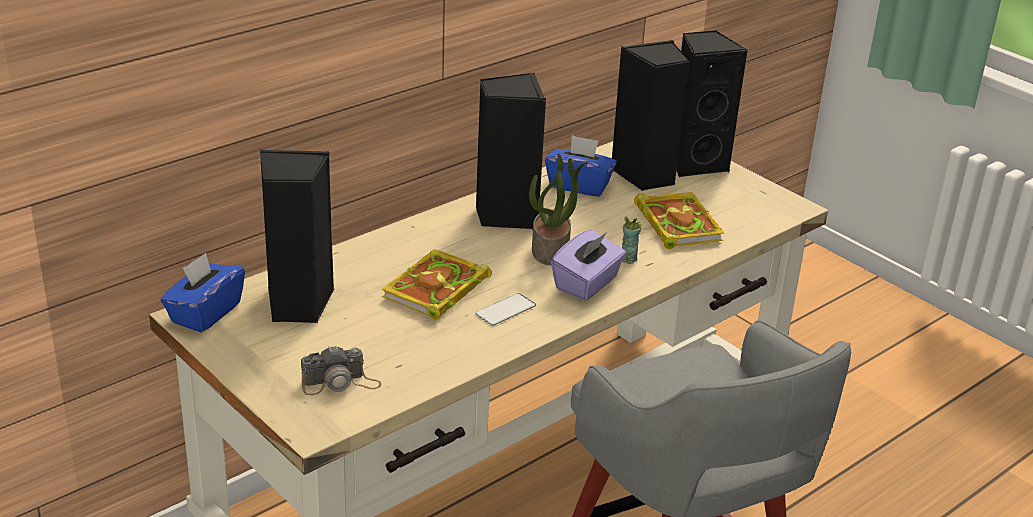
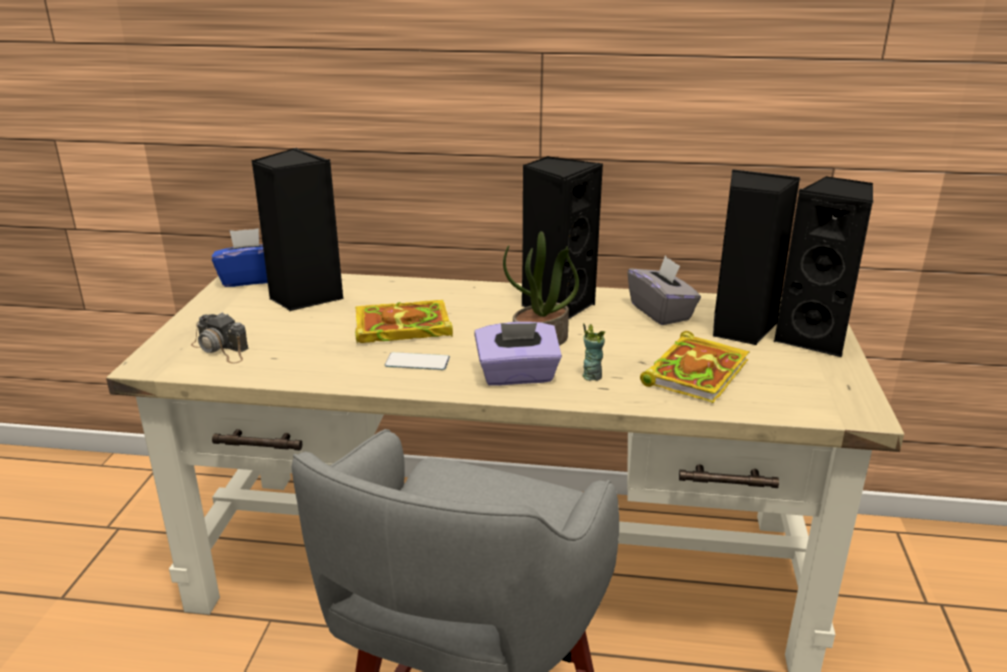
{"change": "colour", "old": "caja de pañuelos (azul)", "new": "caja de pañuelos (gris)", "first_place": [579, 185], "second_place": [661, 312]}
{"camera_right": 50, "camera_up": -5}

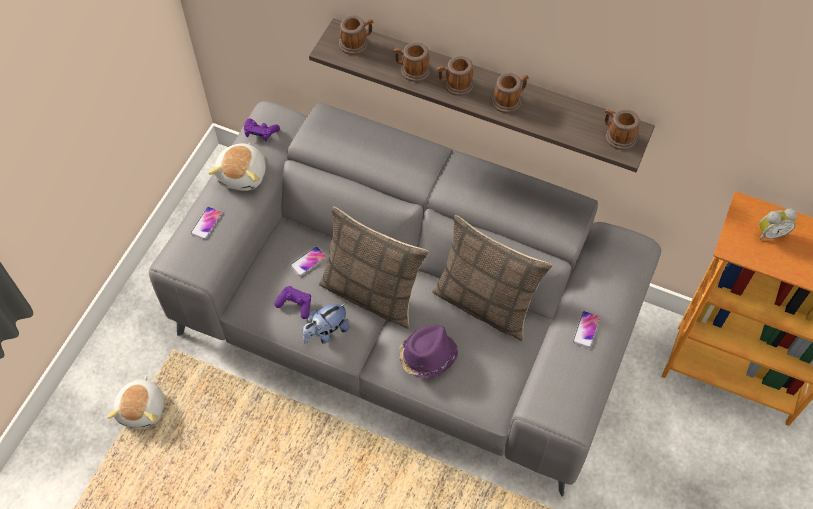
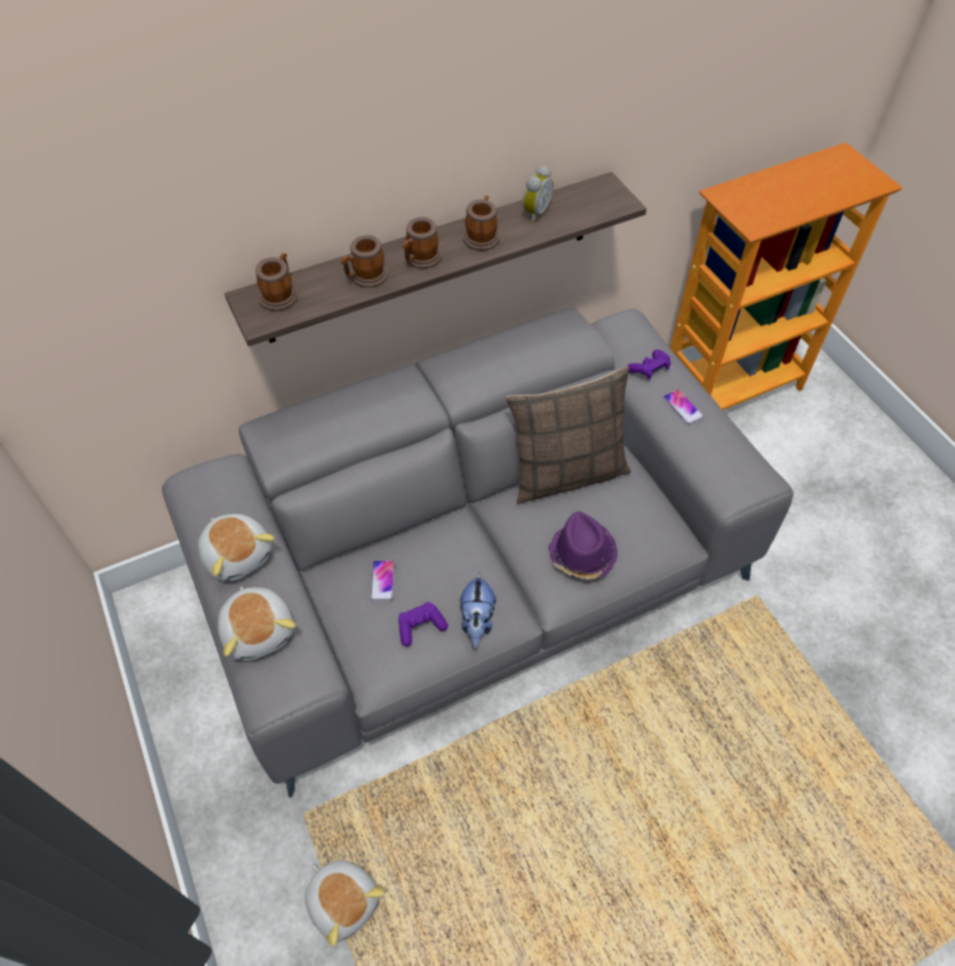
{"change": "exchanged", "old": "móvil", "new": "peluche", "first_place": [206, 223], "second_place": [259, 630]}
{"change": "relocated", "old": "mando de consola (morado)", "first_place": [260, 133], "second_place": [649, 369]}
{"change": "missing", "old": "cojín", "first_place": [372, 293]}
{"change": "missing", "old": "taza grande", "first_place": [617, 136]}
{"change": "relocated", "old": "despertador", "first_place": [770, 233], "second_place": [534, 213]}
{"camera_right": -50, "camera_up": -5}

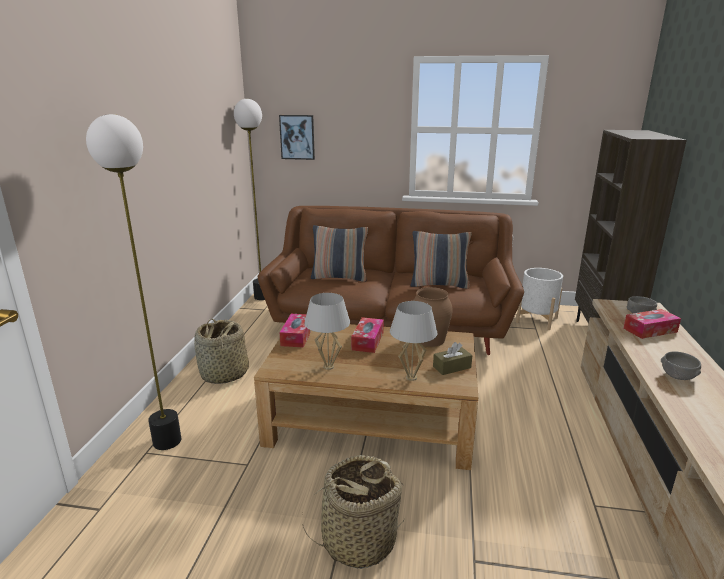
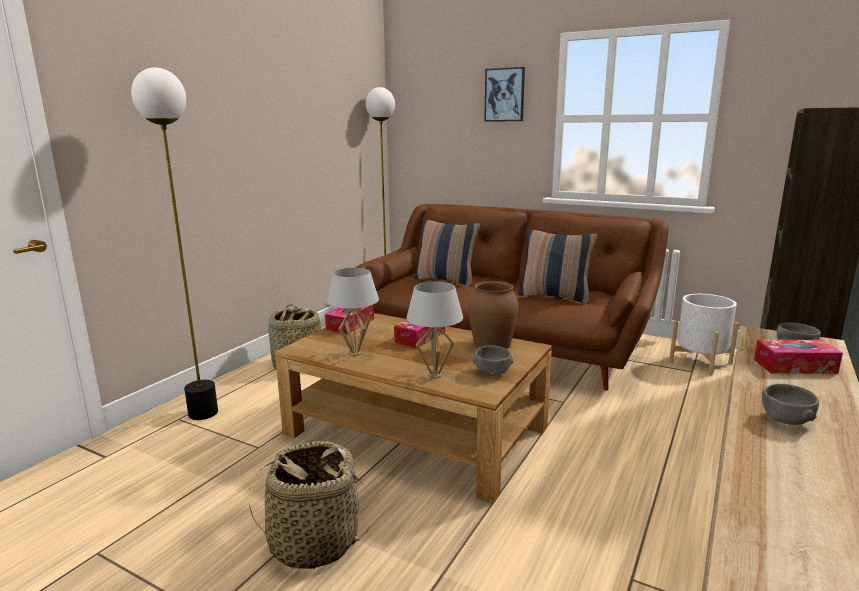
{"change": "relocated", "old": "cuadro", "first_place": [297, 137], "second_place": [504, 95]}
{"change": "exchanged", "old": "caja de pañuelos (marrón)", "new": "cuenco (gris)", "first_place": [452, 367], "second_place": [492, 373]}
{"camera_right": 20, "camera_up": -5}

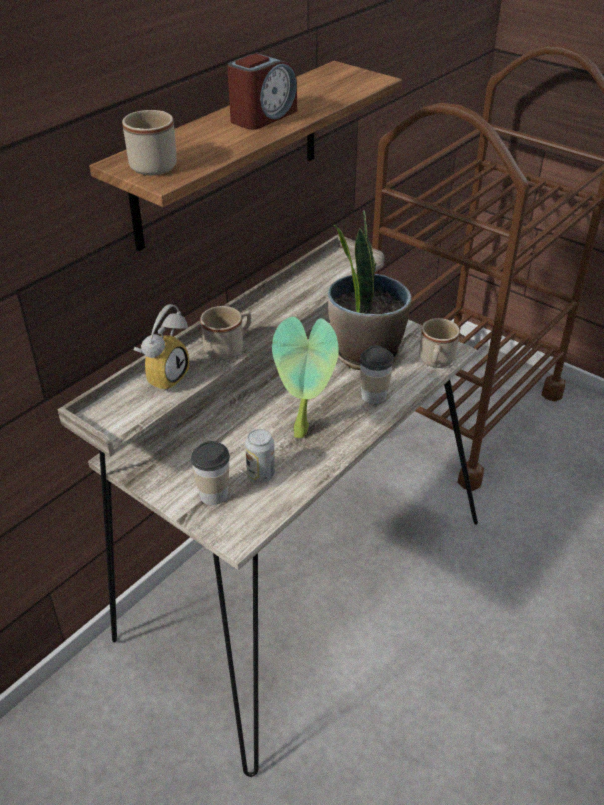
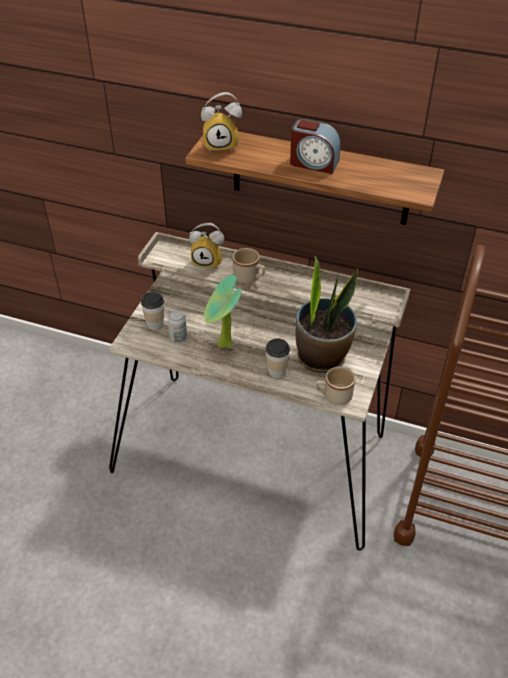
{"change": "exchanged", "old": "taza grande (beis)", "new": "despertador", "first_place": [156, 163], "second_place": [222, 145]}
{"camera_right": 70, "camera_up": 5}

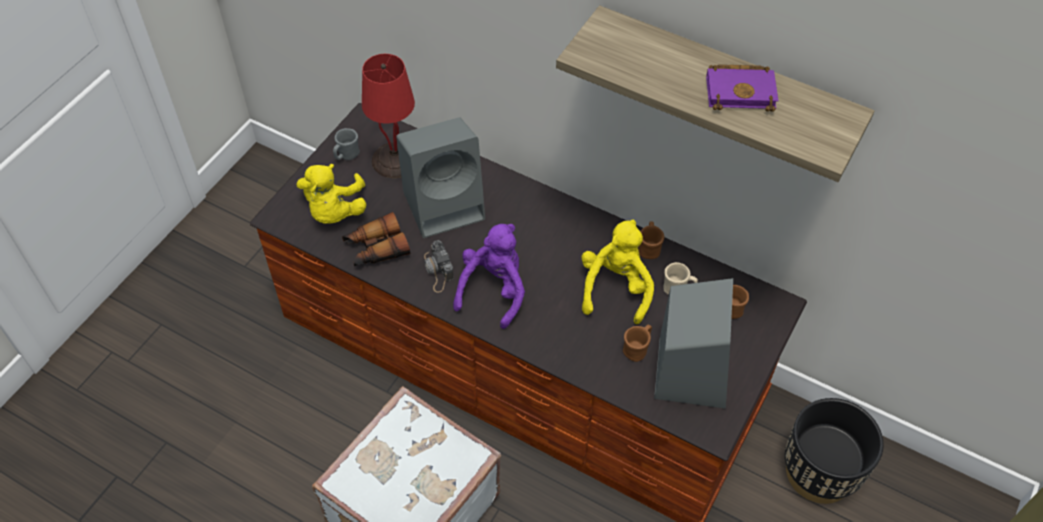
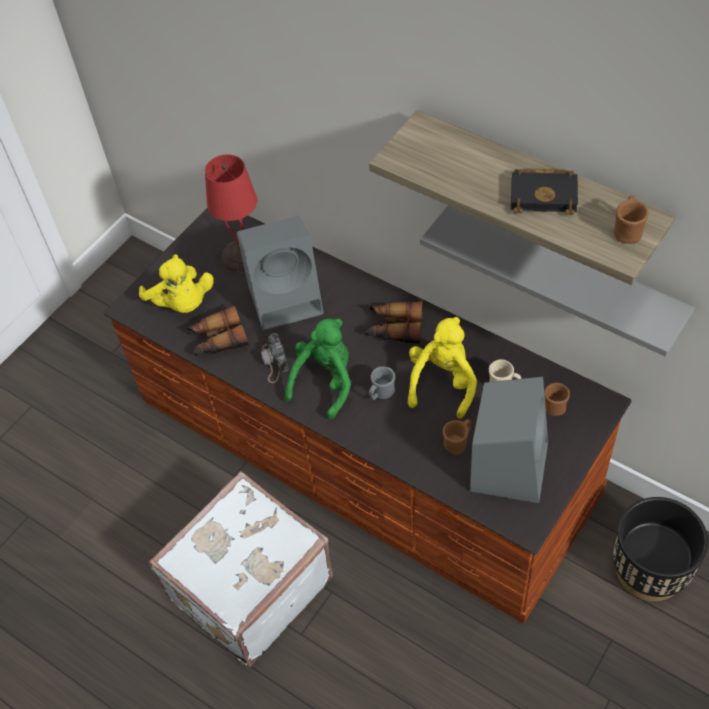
{"change": "spun", "old": "peluche (amarillo)", "first_place": [334, 211], "second_place": [182, 303], "degrees": -45}
{"change": "relocated", "old": "taza grande (gris)", "first_place": [346, 155], "second_place": [381, 393]}
{"change": "colour", "old": "peluche (morado)", "new": "peluche (verde)", "first_place": [493, 290], "second_place": [325, 382]}
{"change": "relocated", "old": "taza grande (marrón)", "first_place": [649, 248], "second_place": [627, 231]}
{"change": "colour", "old": "libro (morado)", "new": "libro (negro)", "first_place": [742, 91], "second_place": [545, 194]}
{"change": "appeared", "new": "prismáticos", "second_place": [395, 328]}
{"change": "appeared", "new": "estante (gris)", "second_place": [564, 275]}
{"camera_right": 10, "camera_up": 0}

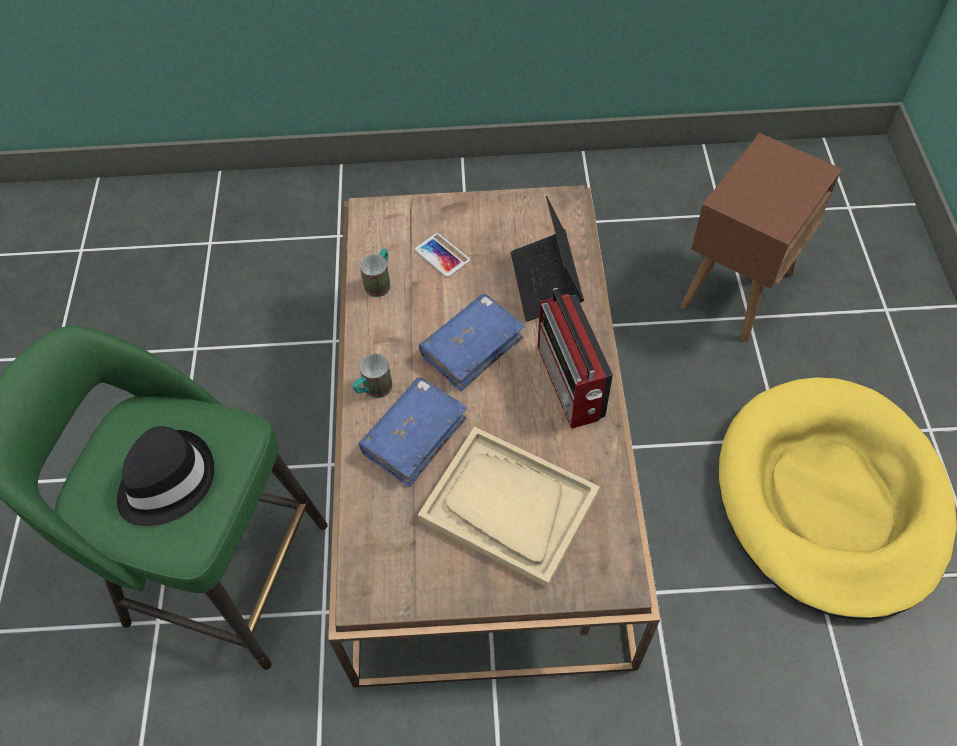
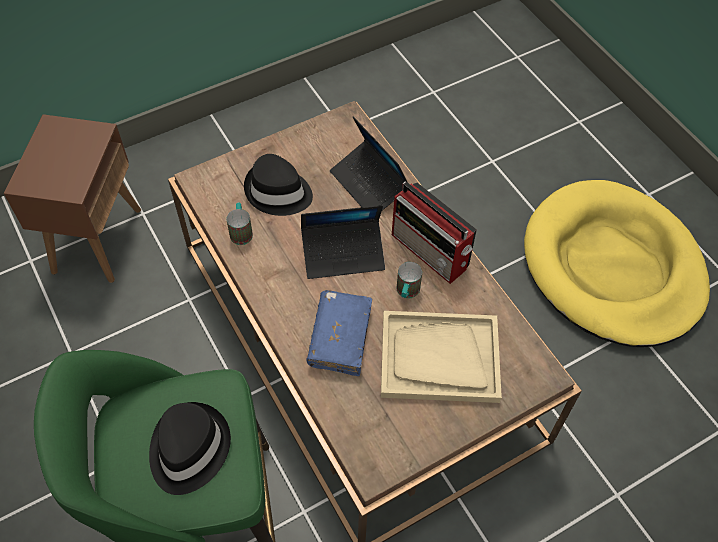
{"change": "relocated", "old": "taza grande", "first_place": [373, 390], "second_place": [406, 293]}
{"change": "exchanged", "old": "móvil", "new": "sombrero (negro)", "first_place": [442, 255], "second_place": [278, 192]}
{"change": "exchanged", "old": "libro (azul)", "new": "portátil", "first_place": [472, 348], "second_place": [343, 254]}
{"change": "relocated", "old": "mesa auxiliar (marrón)", "first_place": [738, 289], "second_place": [97, 239]}
{"camera_right": -30, "camera_up": 0}

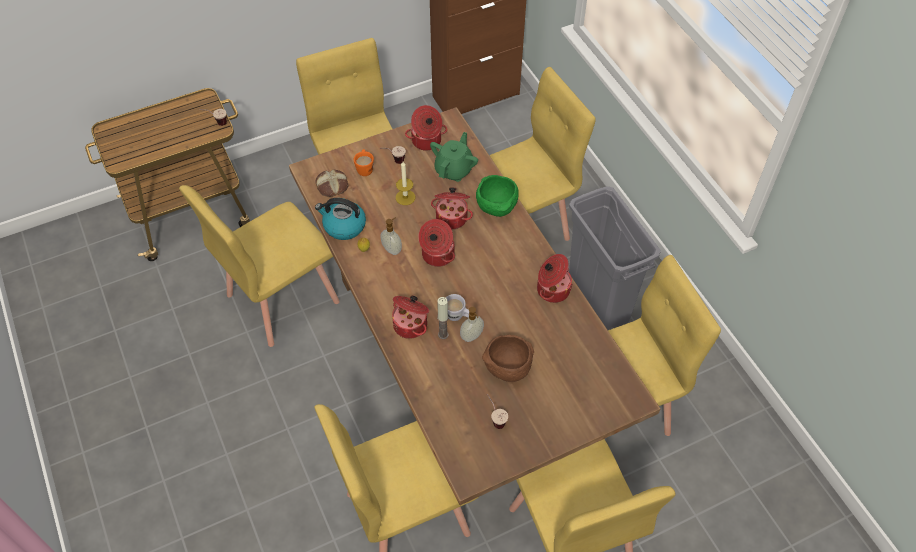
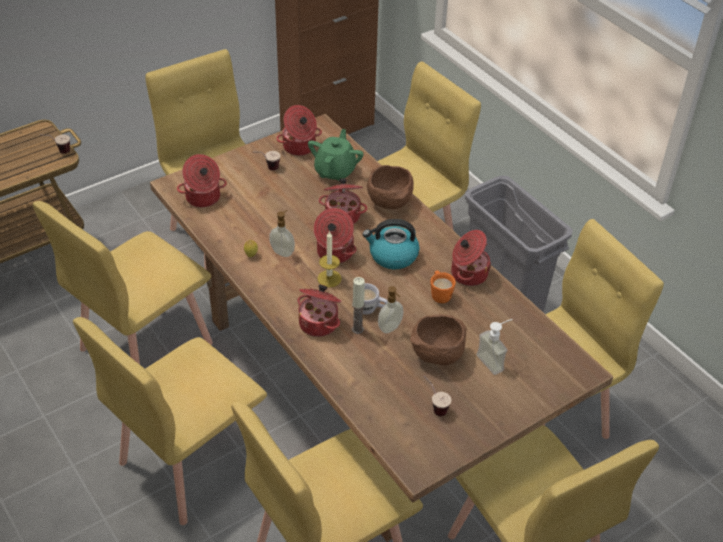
{"change": "exchanged", "old": "pan", "new": "olla", "first_place": [332, 186], "second_place": [203, 198]}
{"change": "relocated", "old": "hervidor", "first_place": [343, 226], "second_place": [392, 256]}
{"change": "relocated", "old": "taza grande (naranja)", "first_place": [365, 168], "second_place": [440, 294]}
{"change": "relocated", "old": "vela", "first_place": [405, 197], "second_place": [329, 278]}
{"change": "colour", "old": "cuenco (verde)", "new": "cuenco (marrón)", "first_place": [497, 208], "second_place": [390, 203]}
{"change": "appeared", "new": "silla (amarillo)", "second_place": [190, 462]}
{"change": "appeared", "new": "dispensador de jabón", "second_place": [495, 360]}
{"camera_right": -10, "camera_up": -10}

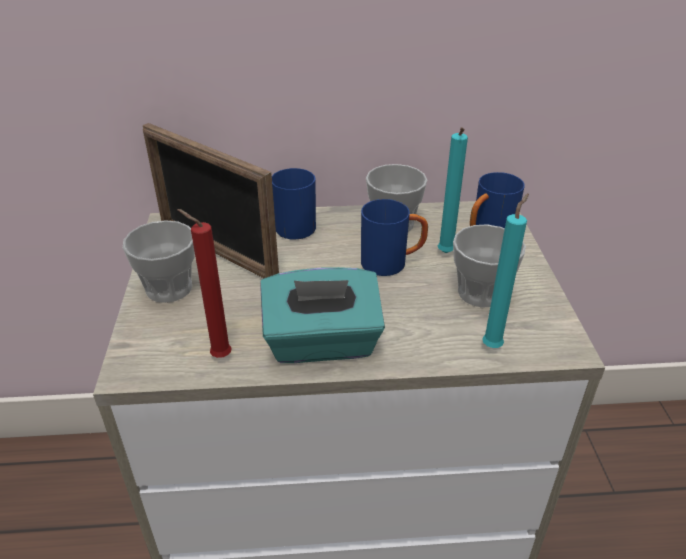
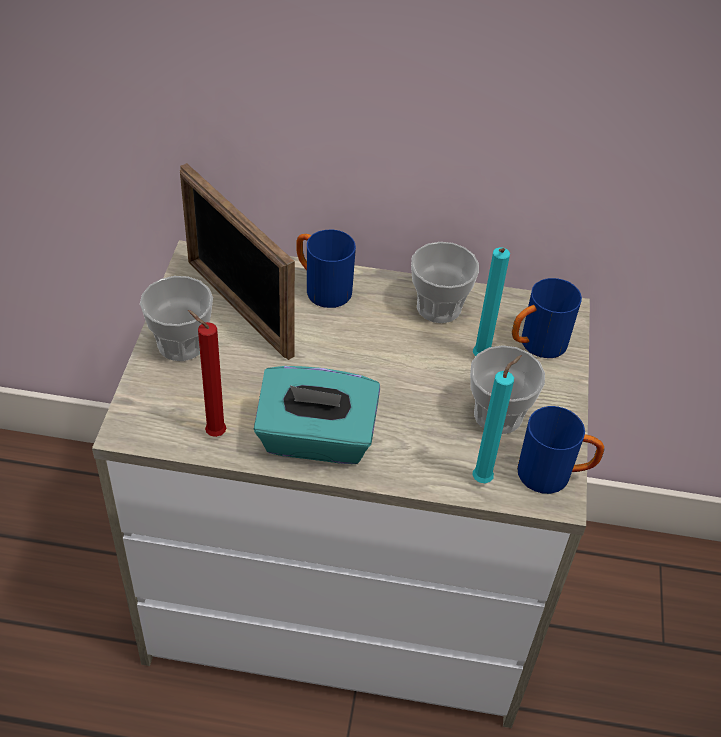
{"change": "relocated", "old": "taza grande (azul)", "first_place": [392, 263], "second_place": [554, 475]}
{"camera_right": 10, "camera_up": 10}

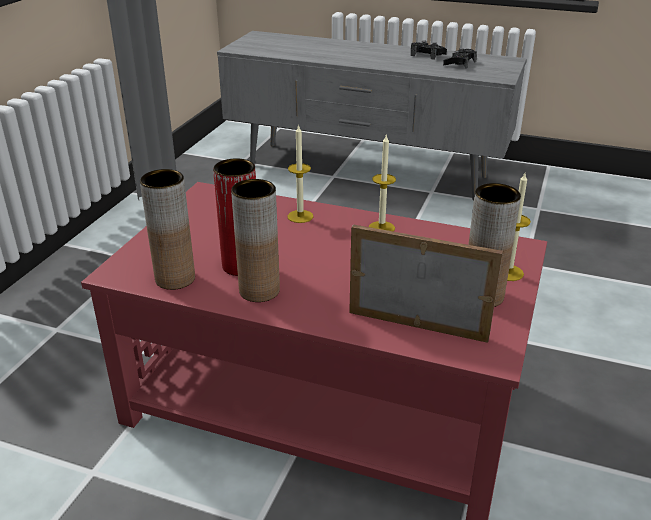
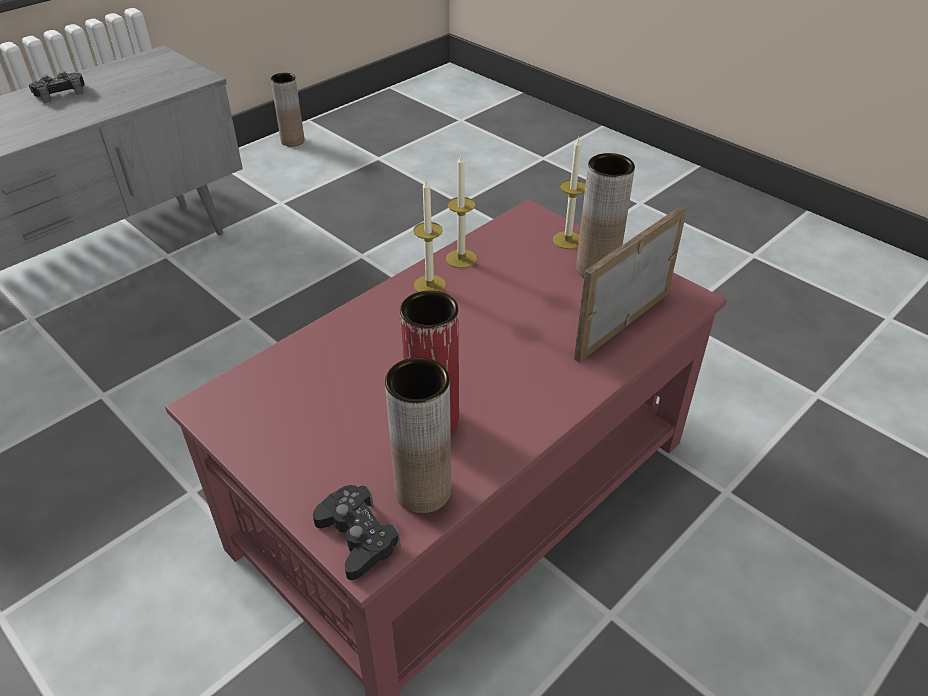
{"change": "relocated", "old": "florero (marrón)", "first_place": [259, 291], "second_place": [292, 141]}
{"change": "relocated", "old": "vela", "first_place": [300, 216], "second_place": [461, 258]}
{"change": "relocated", "old": "mando de consola (negro)", "first_place": [460, 63], "second_place": [357, 537]}
{"camera_right": -65, "camera_up": 10}

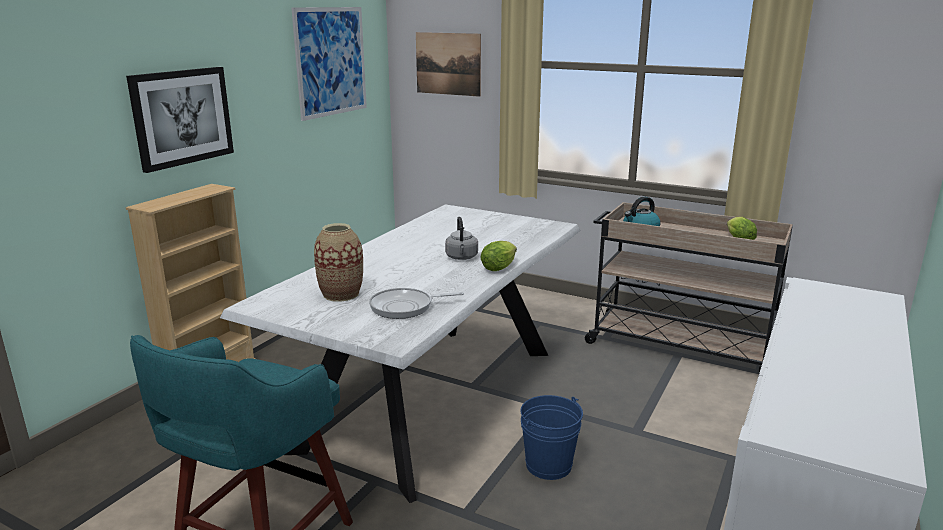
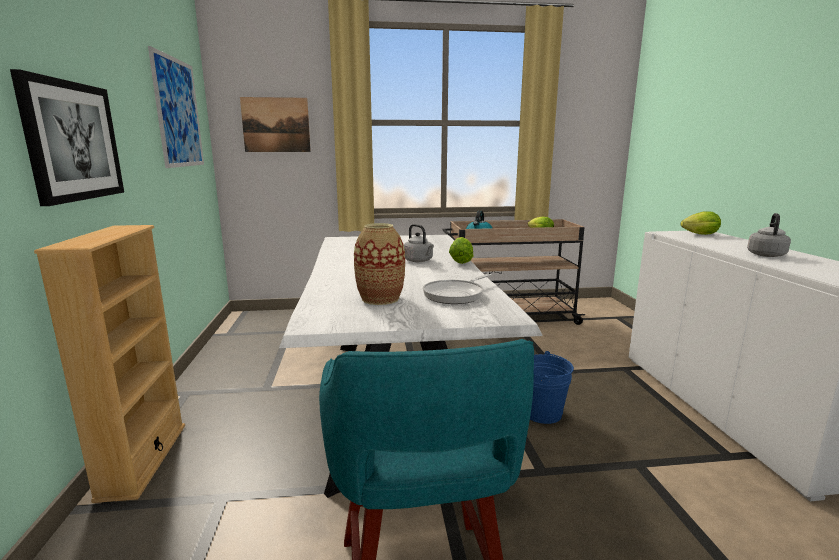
{"change": "appeared", "new": "lechuga", "second_place": [698, 234]}
{"change": "appeared", "new": "hervidor (gris)", "second_place": [765, 254]}
{"camera_right": -35, "camera_up": -5}

